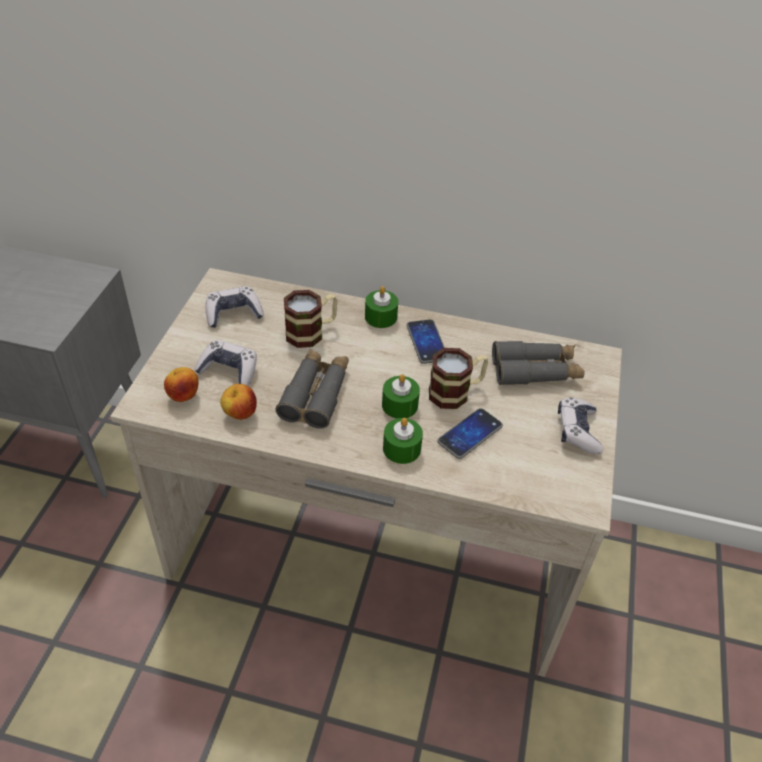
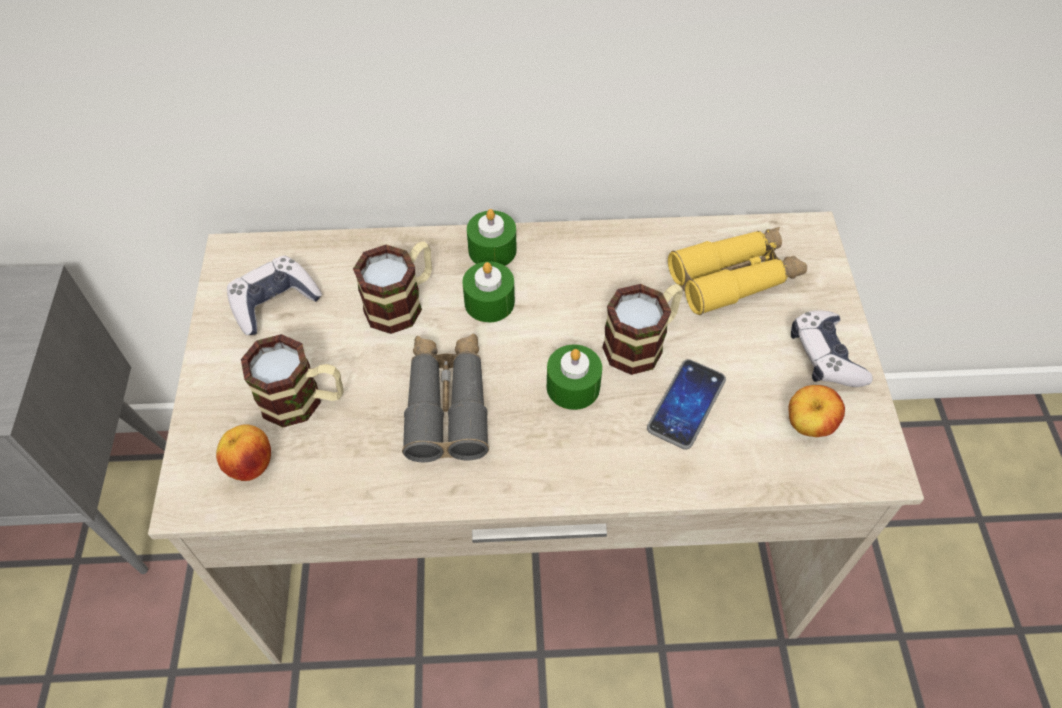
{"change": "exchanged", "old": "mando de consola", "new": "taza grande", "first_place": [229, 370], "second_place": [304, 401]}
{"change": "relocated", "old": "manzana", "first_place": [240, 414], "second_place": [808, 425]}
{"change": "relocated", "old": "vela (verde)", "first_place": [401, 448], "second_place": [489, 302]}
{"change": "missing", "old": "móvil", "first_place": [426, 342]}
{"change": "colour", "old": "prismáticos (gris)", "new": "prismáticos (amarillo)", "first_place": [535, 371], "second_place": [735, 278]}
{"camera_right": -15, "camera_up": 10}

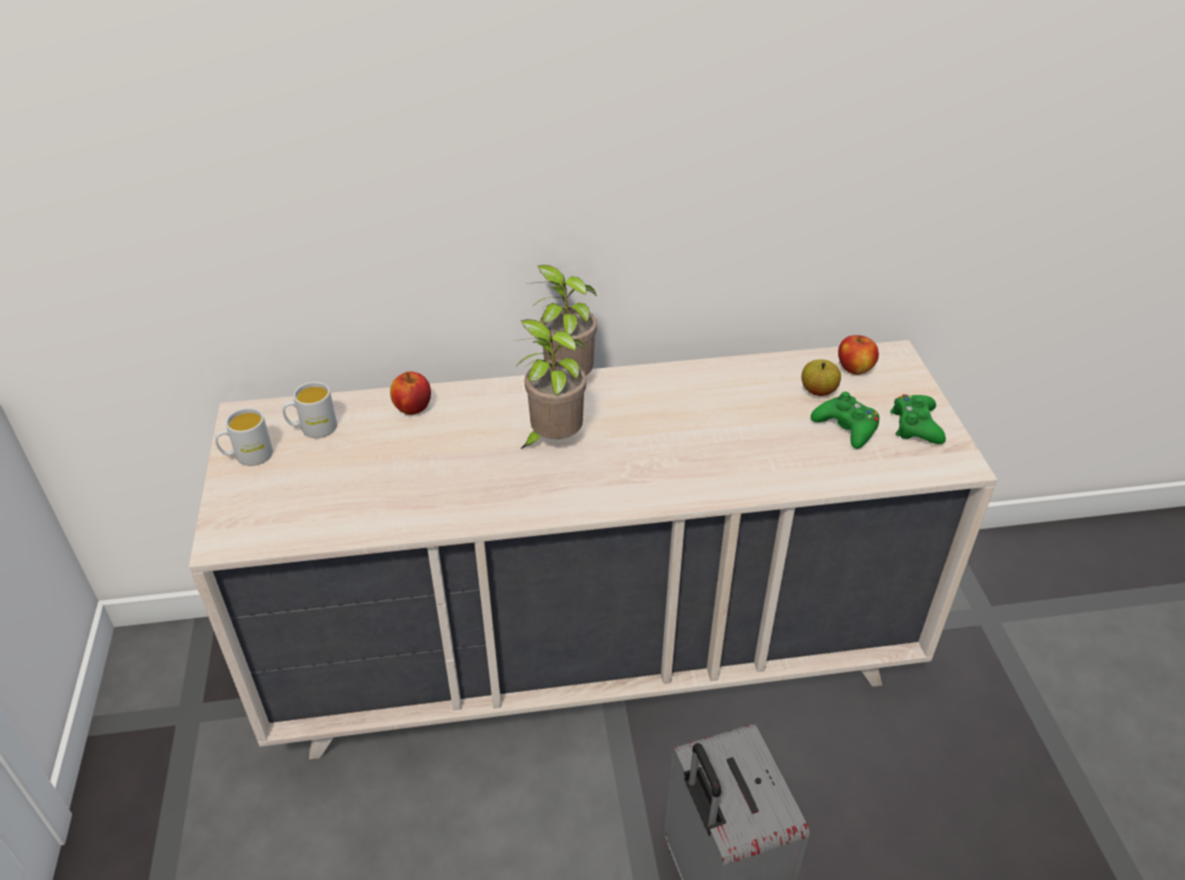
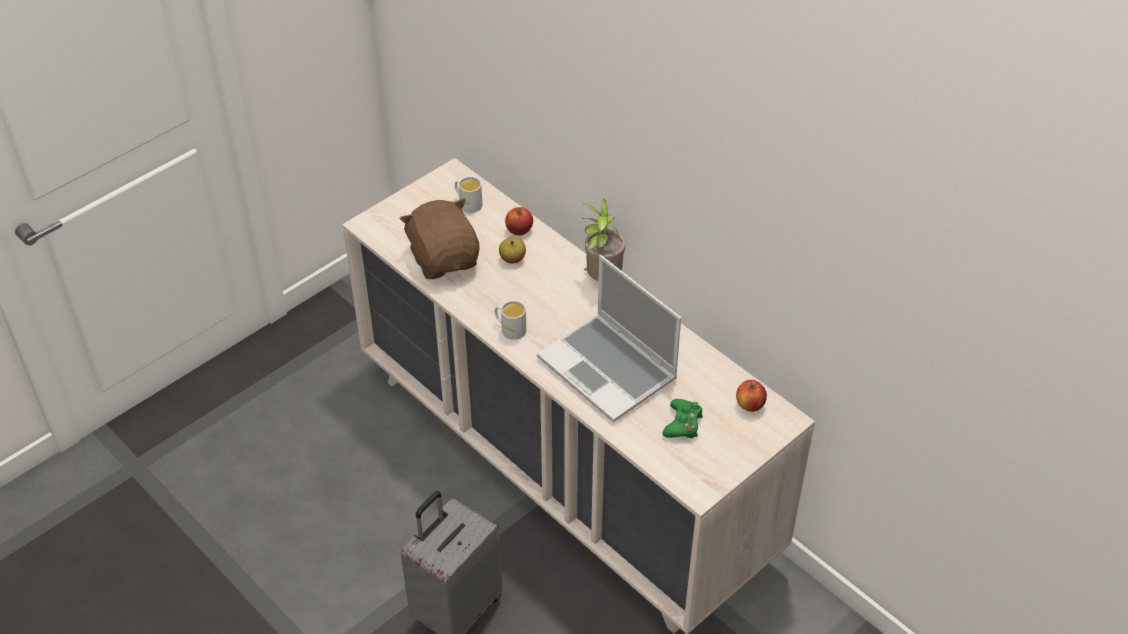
{"change": "relocated", "old": "taza grande (blanco)", "first_place": [247, 456], "second_place": [510, 329]}
{"change": "missing", "old": "planta en maceta", "first_place": [553, 440]}
{"change": "relocated", "old": "manzana", "first_place": [818, 391], "second_place": [512, 259]}
{"change": "missing", "old": "mando de consola (verde)", "first_place": [915, 426]}
{"change": "appeared", "new": "peluche (marrón)", "second_place": [444, 259]}
{"change": "appeared", "new": "portátil", "second_place": [609, 369]}
{"camera_right": 55, "camera_up": 5}

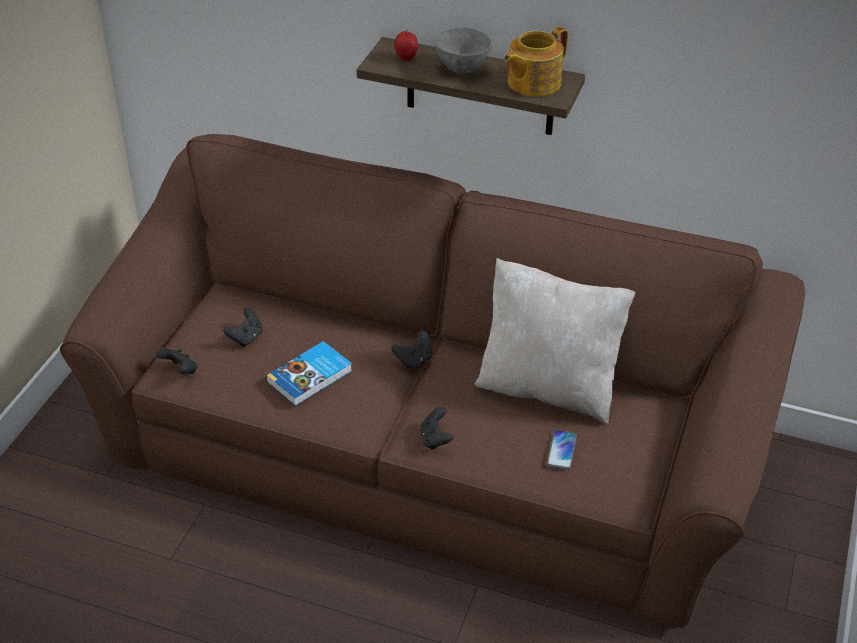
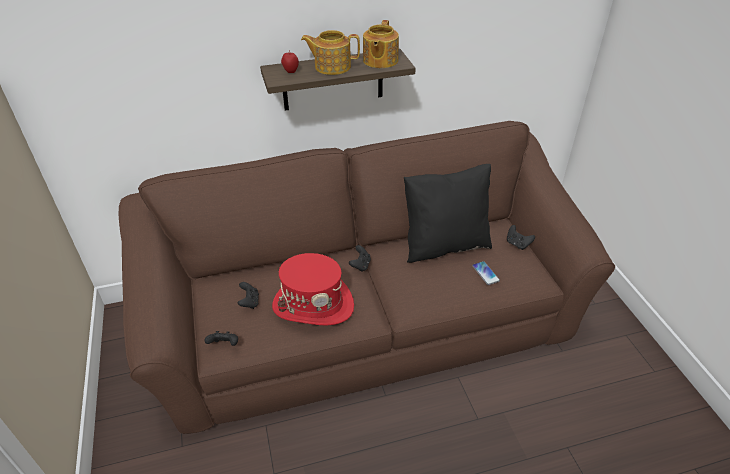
{"change": "exchanged", "old": "libro", "new": "sombrero (rojo)", "first_place": [311, 377], "second_place": [313, 305]}
{"change": "relocated", "old": "mando de consola (negro)", "first_place": [435, 439], "second_place": [517, 244]}
{"change": "exchanged", "old": "cuenco (gris)", "new": "tetera", "first_place": [462, 69], "second_place": [332, 66]}
{"change": "colour", "old": "cojín (beis)", "new": "cojín (negro)", "first_place": [548, 388], "second_place": [444, 245]}
{"camera_right": -35, "camera_up": 0}

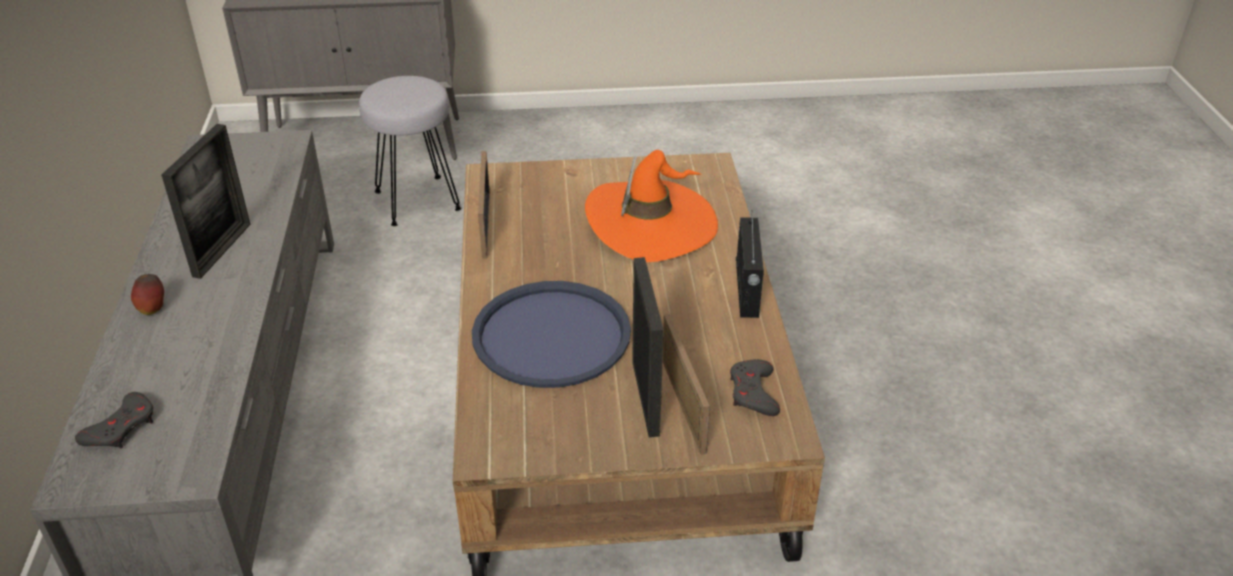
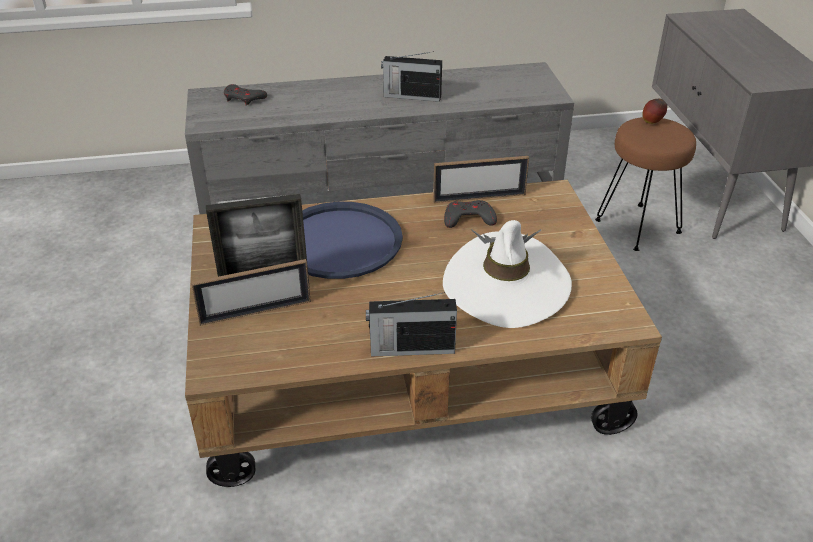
{"change": "relocated", "old": "manzana", "first_place": [153, 309], "second_place": [652, 122]}
{"change": "exchanged", "old": "portarretratos", "new": "radio", "first_place": [222, 250], "second_place": [411, 96]}
{"change": "colour", "old": "taburete (gris)", "new": "taburete (marrón)", "first_place": [417, 201], "second_place": [636, 227]}
{"change": "colour", "old": "sombrero (naranja)", "new": "sombrero (blanco)", "first_place": [651, 223], "second_place": [506, 285]}
{"change": "relocated", "old": "mando de consola (gris)", "first_place": [753, 393], "second_place": [468, 218]}
{"camera_right": 85, "camera_up": 0}

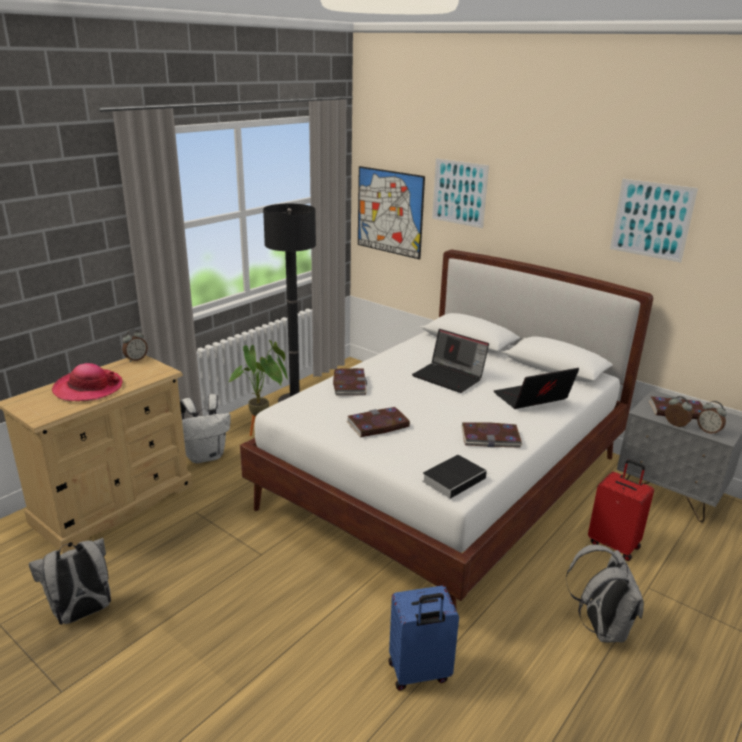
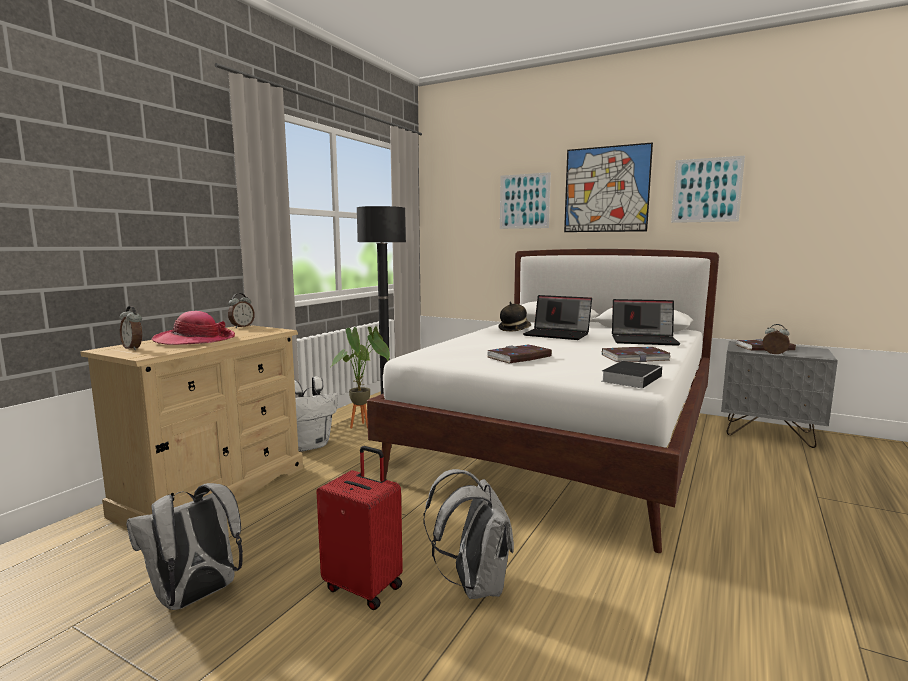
{"change": "missing", "old": "libro", "first_place": [349, 384]}
{"change": "relocated", "old": "cuadro", "first_place": [389, 212], "second_place": [606, 189]}
{"change": "missing", "old": "maleta (azul)", "first_place": [419, 673]}
{"change": "spun", "old": "portátil", "first_place": [532, 399], "second_place": [644, 340], "degrees": -135}
{"change": "relocated", "old": "mochila (gris)", "first_place": [600, 627], "second_place": [474, 585]}
{"change": "relocated", "old": "maleta (rojo)", "first_place": [614, 544], "second_place": [364, 587]}
{"change": "relocated", "old": "despertador", "first_place": [708, 431], "second_place": [133, 348]}
{"change": "appeared", "new": "sombrero", "second_place": [514, 329]}
{"camera_right": -10, "camera_up": -15}

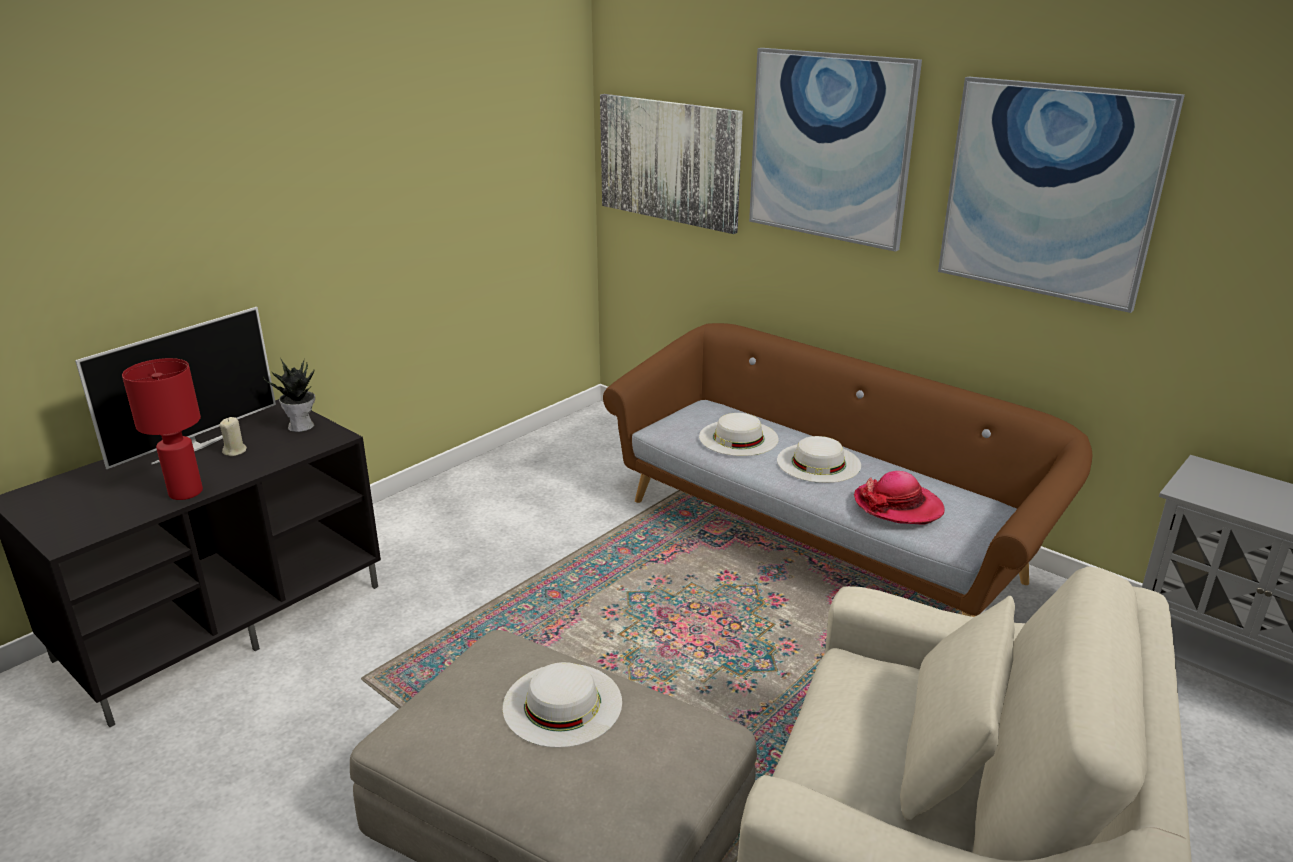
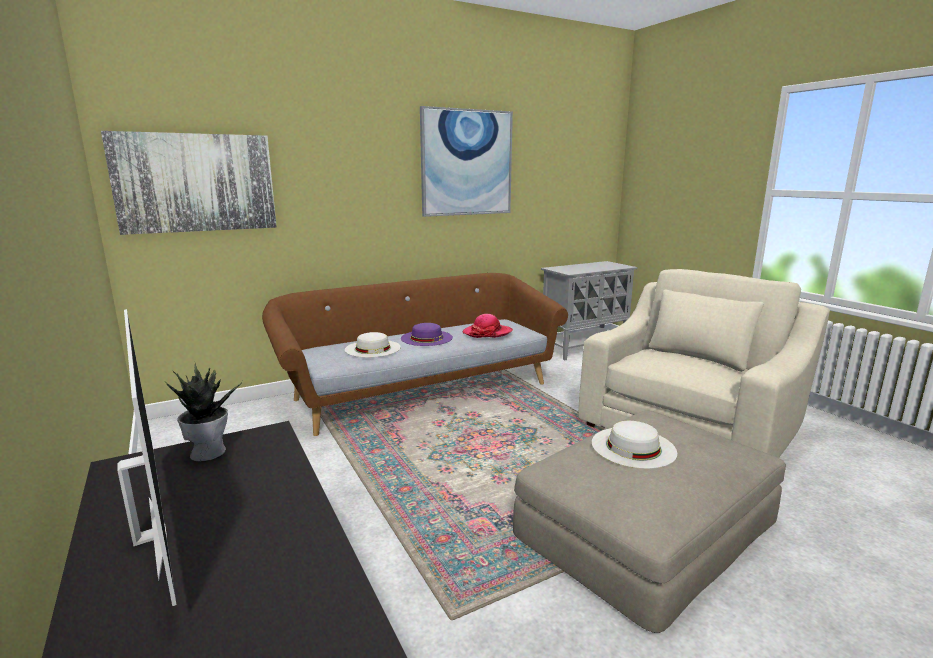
{"change": "missing", "old": "lámpara de mesa (rojo)", "first_place": [186, 493]}
{"change": "missing", "old": "vela (beis)", "first_place": [235, 451]}
{"change": "missing", "old": "cuadro", "first_place": [829, 147]}
{"change": "colour", "old": "sombrero (blanco)", "new": "sombrero (morado)", "first_place": [818, 462], "second_place": [426, 338]}
{"camera_right": -70, "camera_up": -10}

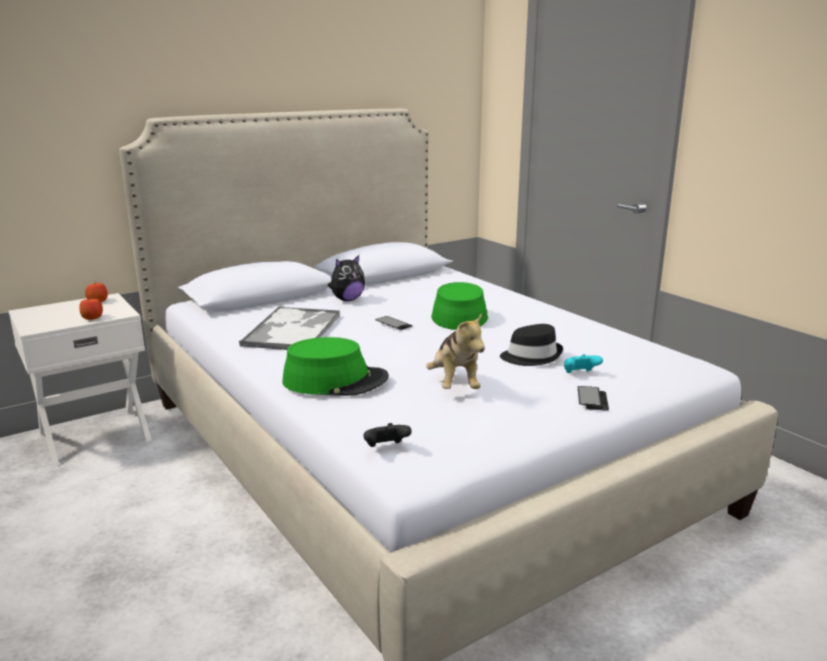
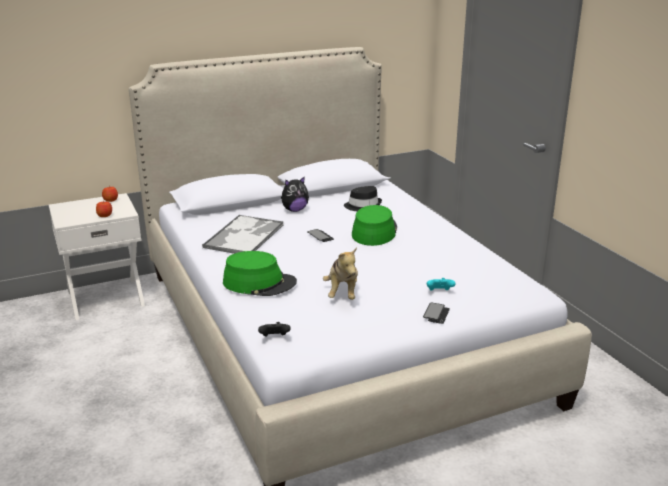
{"change": "relocated", "old": "sombrero (negro)", "first_place": [531, 356], "second_place": [363, 206]}
{"camera_right": 10, "camera_up": 5}

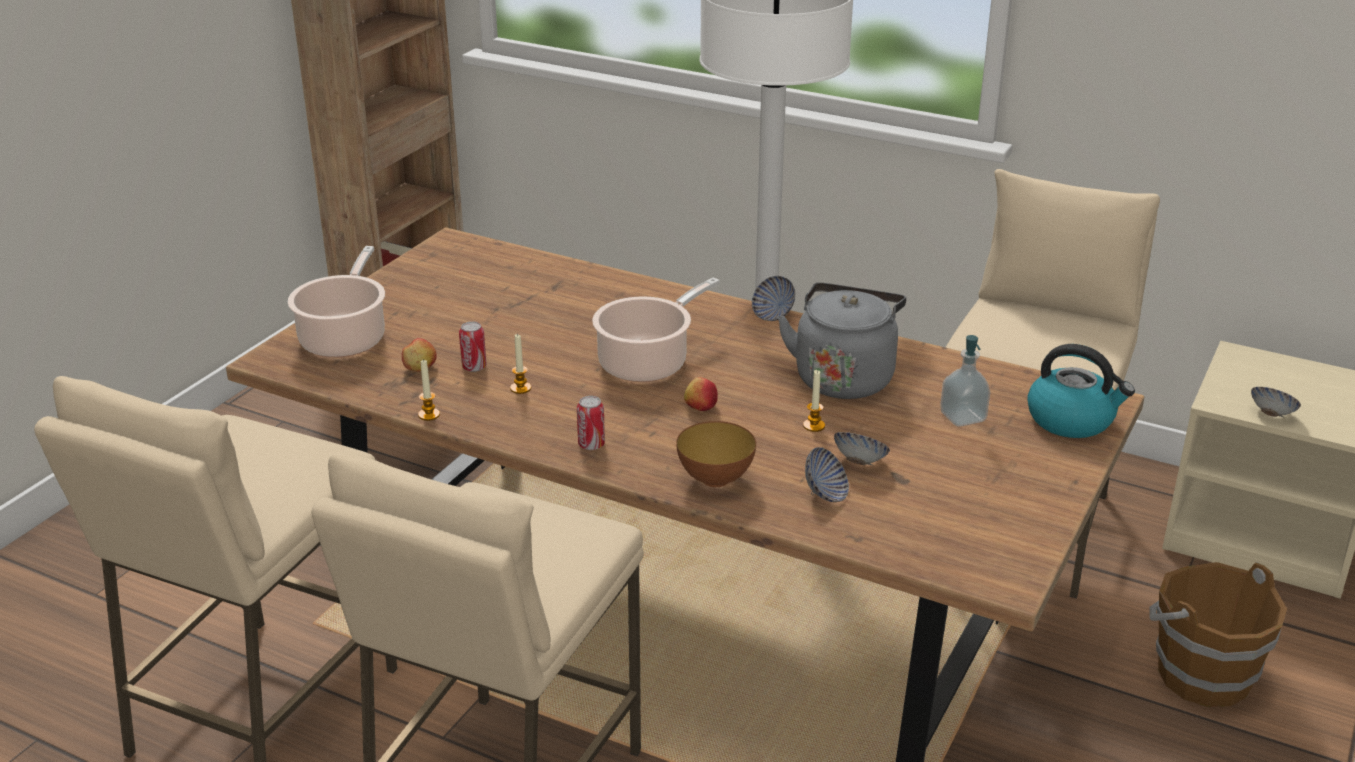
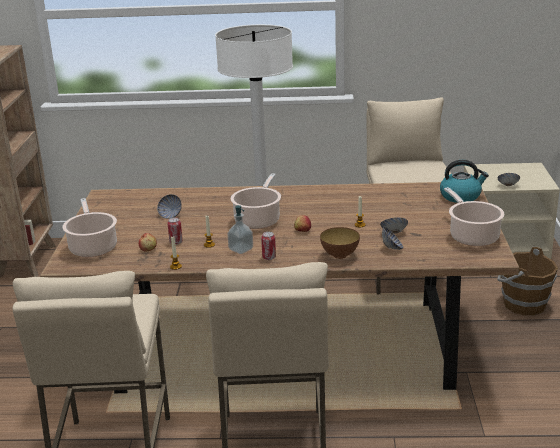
{"change": "relocated", "old": "cuenco", "first_place": [773, 315], "second_place": [170, 215]}
{"change": "missing", "old": "hervidor (gris)", "first_place": [844, 377]}
{"change": "relocated", "old": "dispensador de jabón", "first_place": [962, 417], "second_place": [241, 249]}
{"change": "appeared", "new": "olla", "second_place": [472, 236]}
{"camera_right": -25, "camera_up": -5}

